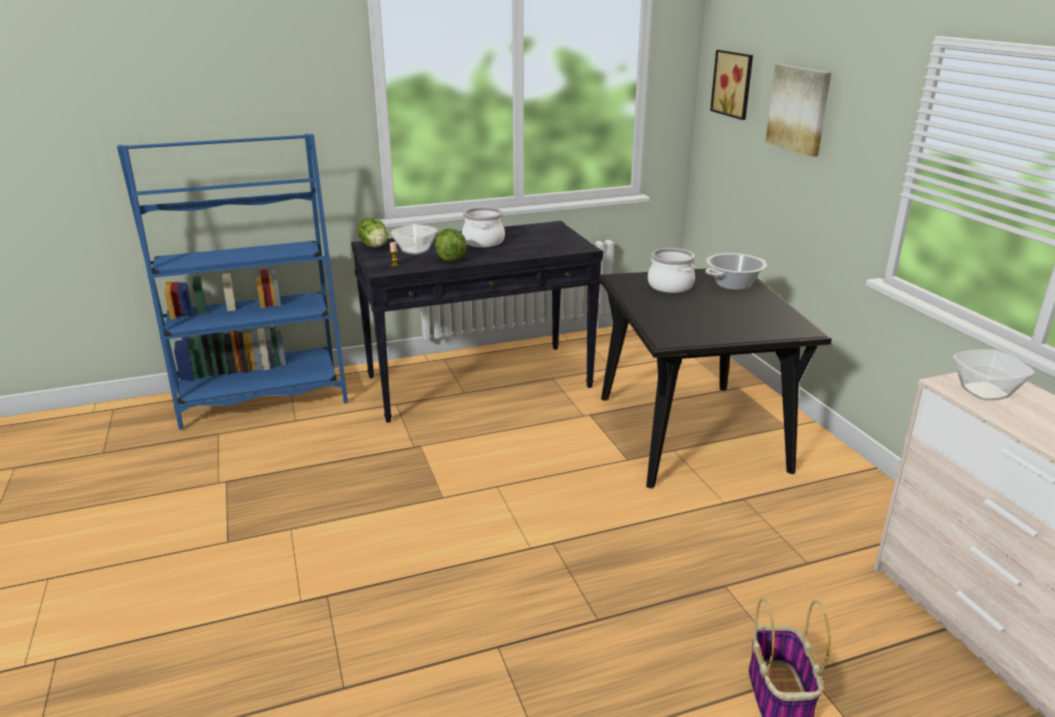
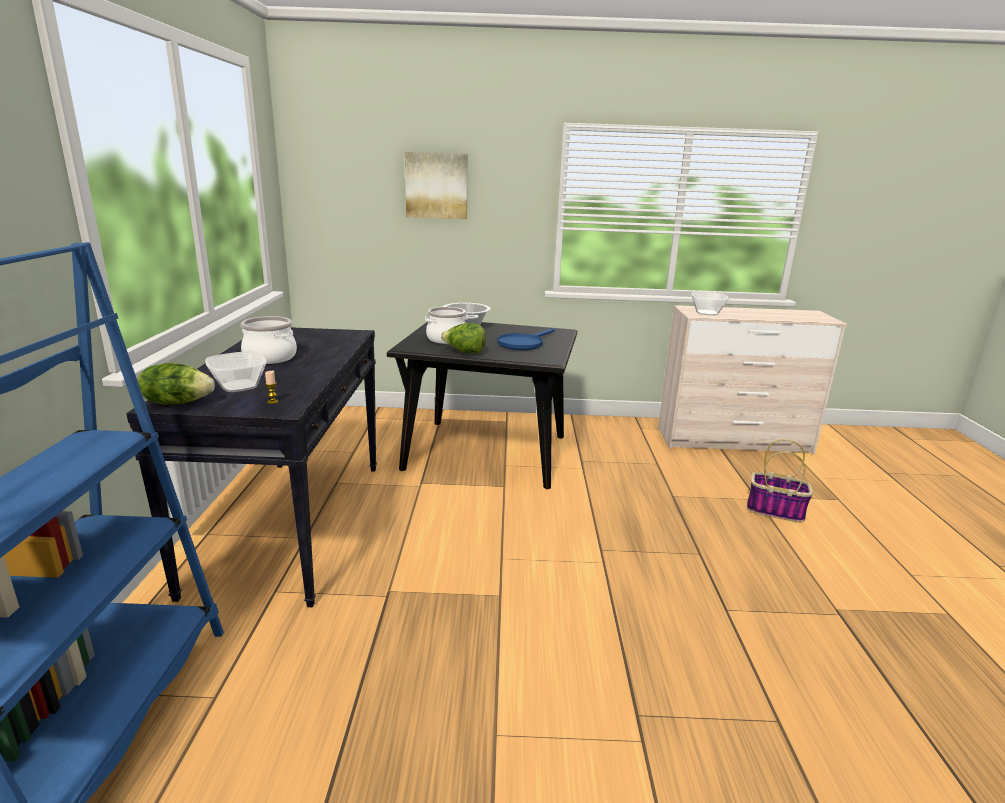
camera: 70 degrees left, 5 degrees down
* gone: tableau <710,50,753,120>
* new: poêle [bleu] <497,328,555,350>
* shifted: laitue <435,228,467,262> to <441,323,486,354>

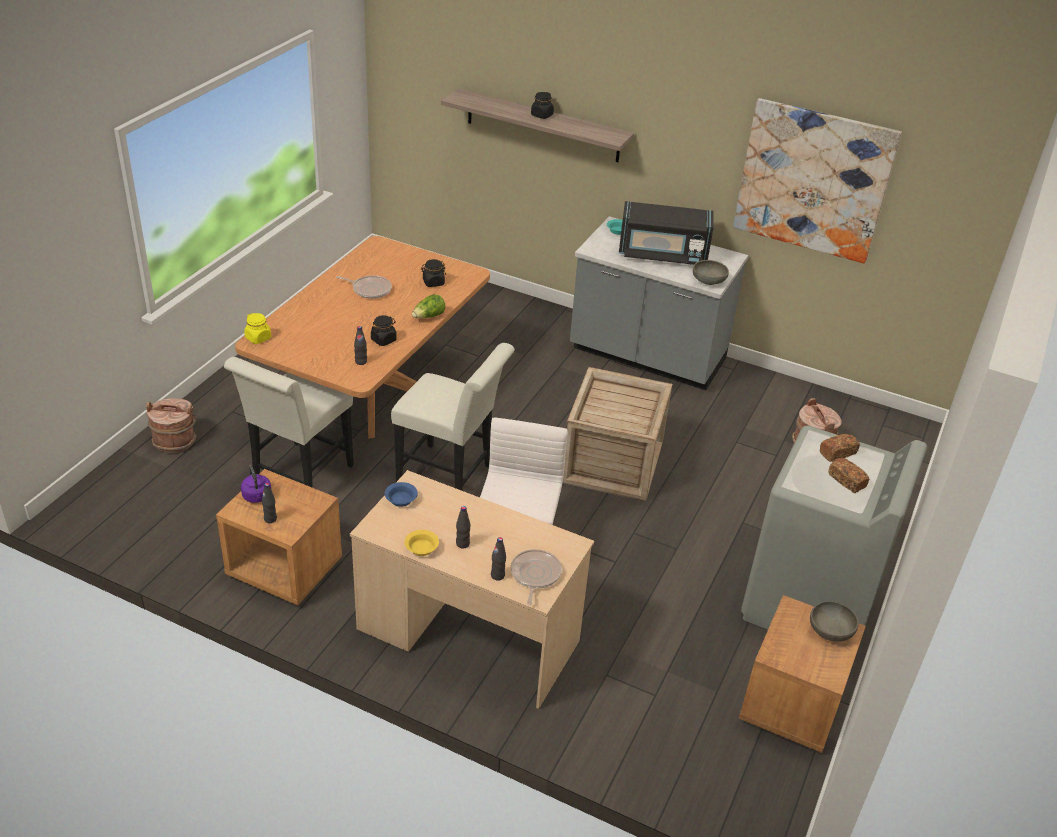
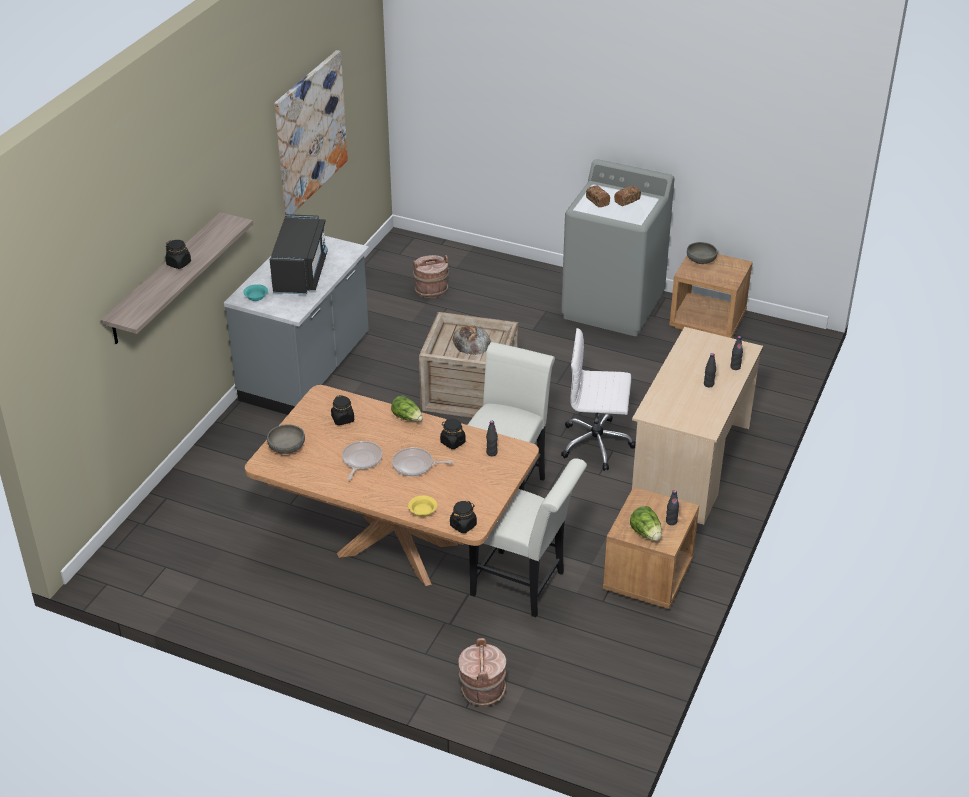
camera: 90 degrees left, 0 degrees up
* gone: bol [bleu] <385,482,418,507>
* new: pain <453,326,491,355>
* shifted: bol [jaune] <404,530,439,556> to <408,496,437,517>
* shifted: poêle <511,549,562,605> to <392,447,454,476>
* shifted: bol [gris] <693,260,729,285> to <267,424,305,454>
* swapped: bouilloire [violet] <241,465,271,503> to laitue <630,506,662,541>
* repainted: bocal [jaune] <244,313,271,344> to bocal [noir] <450,501,477,533>

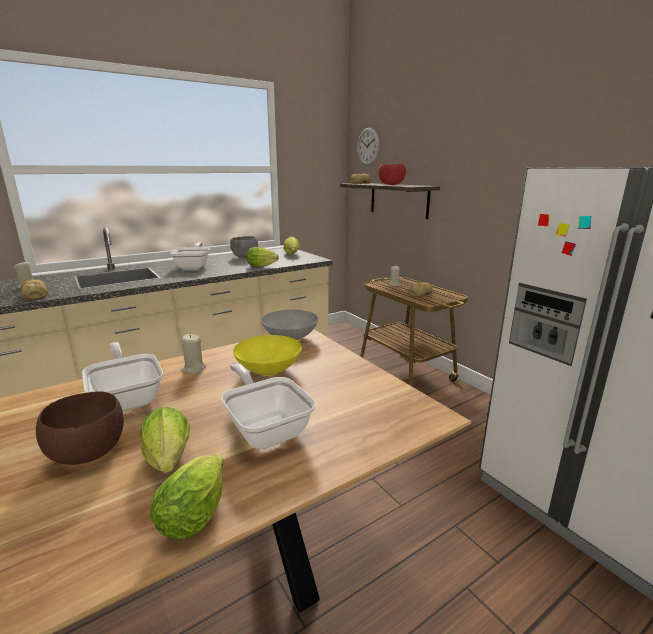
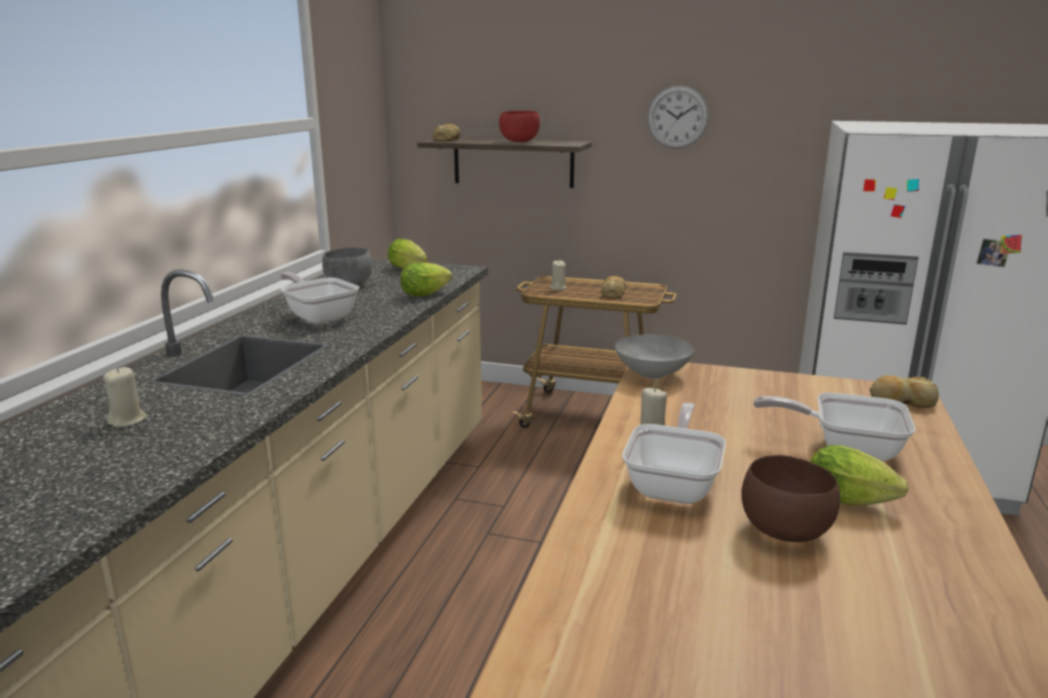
camera: 40 degrees left, 0 degrees up
* gone: laitue <150,454,224,540>
* gone: bol [jaune] <233,335,302,376>
* shifted: pain <20,279,48,300> to <870,375,939,408>
* shifted: horloge murale <357,128,380,166> to <647,86,709,149>
* rotated: poêle <82,342,163,411> = <622,402,726,504> 90 degrees clockwise

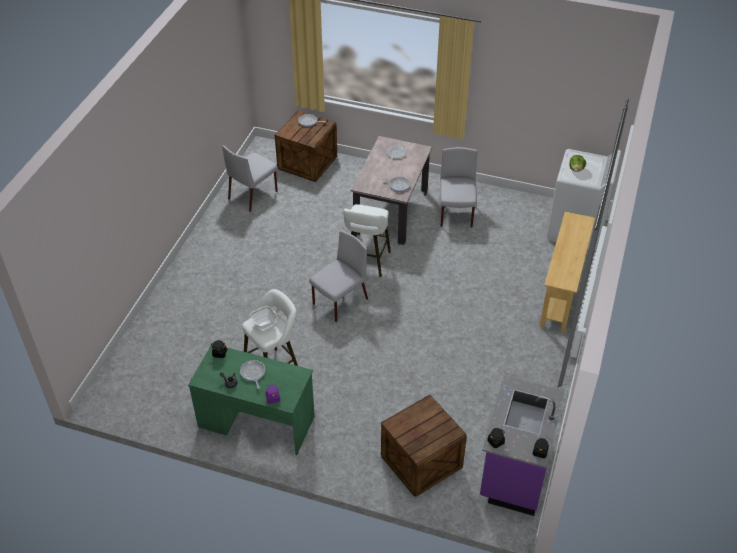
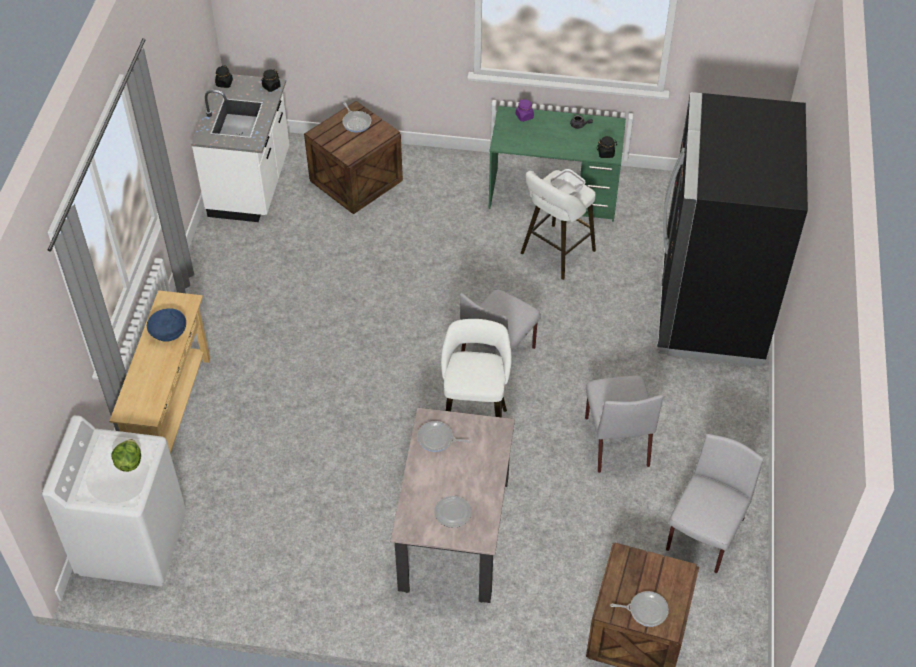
camera: 170 degrees right, 5 degrees up
* new: bol [bleu] <147,308,186,342>
* new: réfrigérateur [noir] <657,92,808,367>
* shifted: poêle <240,360,265,389> to <342,103,371,133>
* shifted: chaise [gris] <440,147,477,228> to <585,376,664,473>
* repainted: comptoir de cuisine [violet] <480,375,565,516> to comptoir de cuisine [blanc] <191,74,290,222>

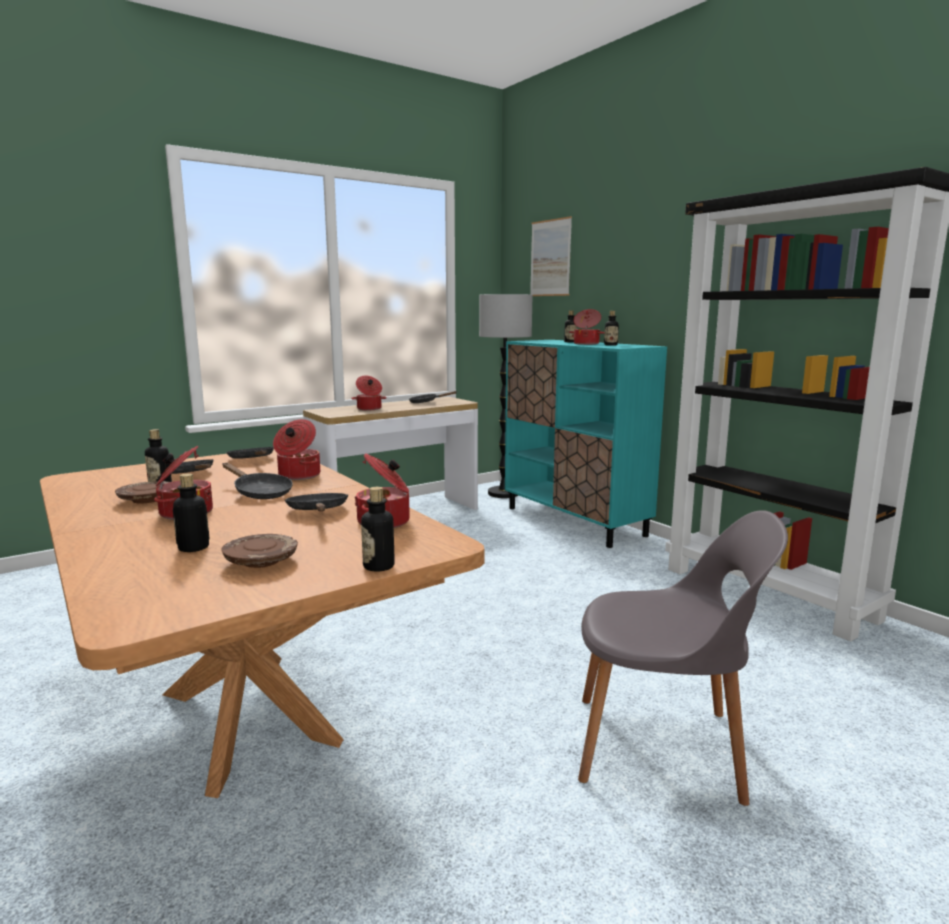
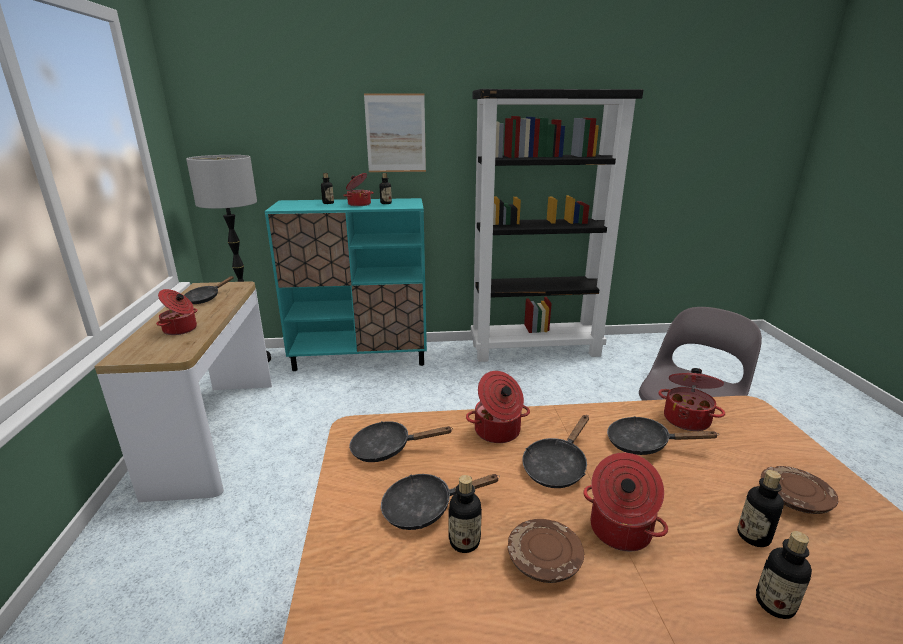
camera: 60 degrees left, 10 degrees up
* shifted: bouteille <361,487,395,572> to <756,531,812,619>
* shifted: tableau <531,216,572,296> to <364,93,426,172>
* rotated: poêle [noir] <223,463,293,499> = <522,415,589,488> 150 degrees clockwise

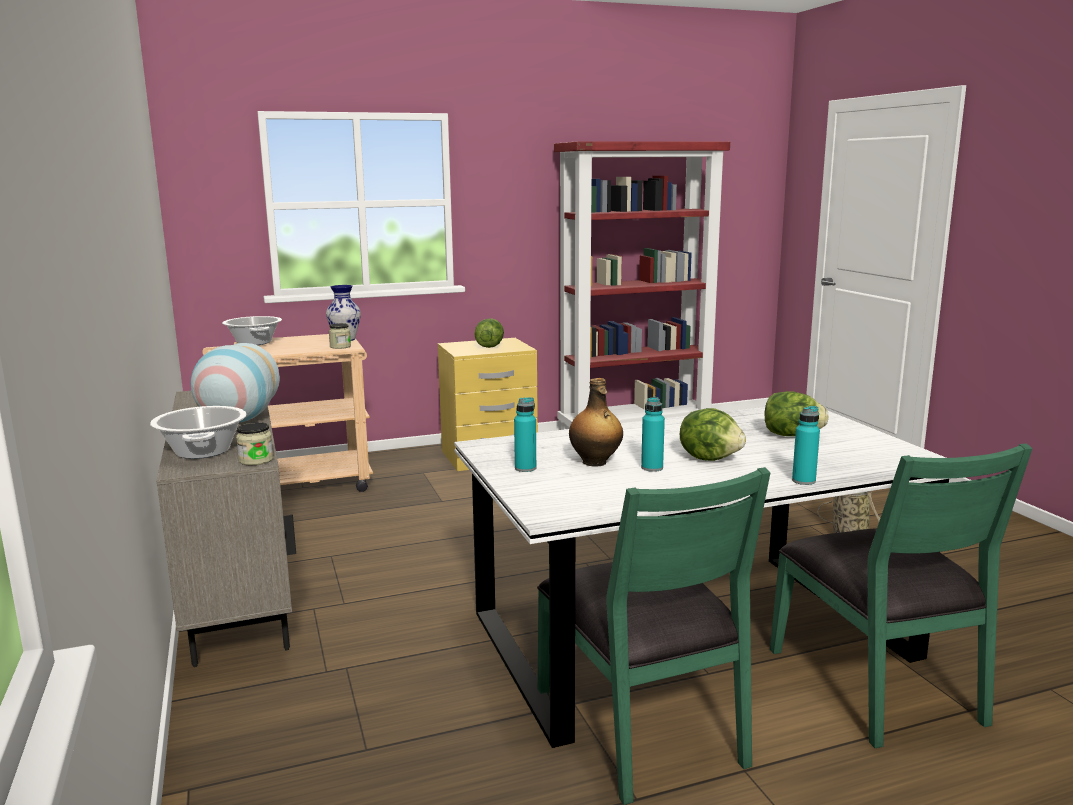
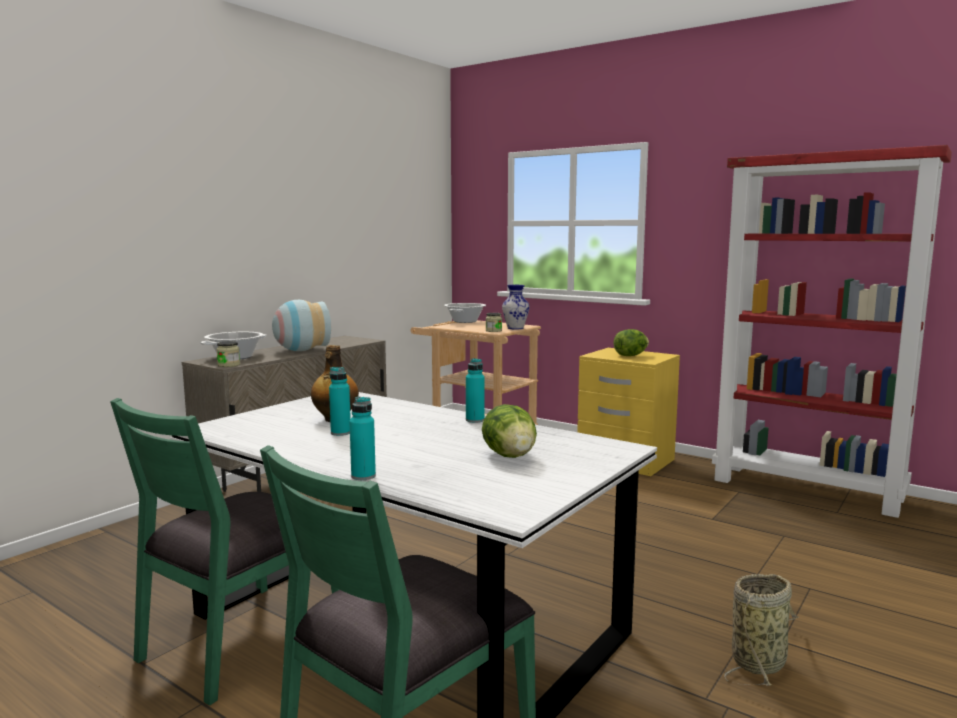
camera: 55 degrees right, 5 degrees down
* gone: laitue <680,408,746,461>
* shifted: bouteille [turquoise] <514,397,536,472> to <466,358,485,423>

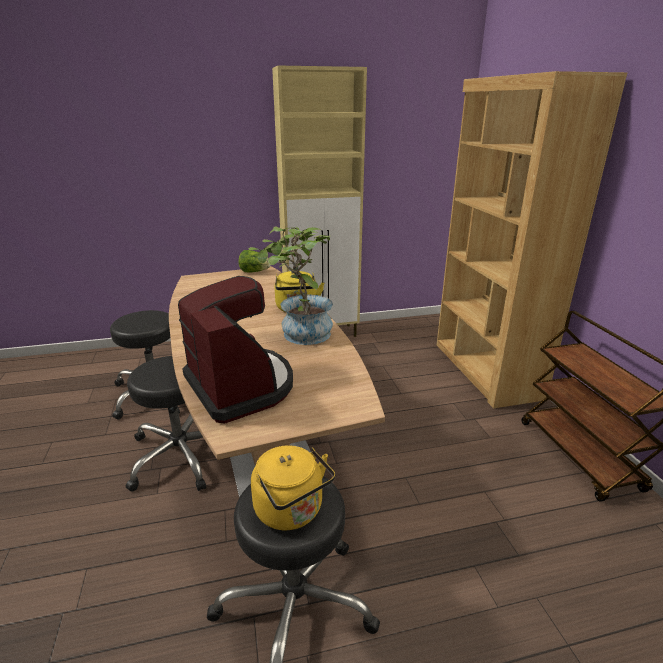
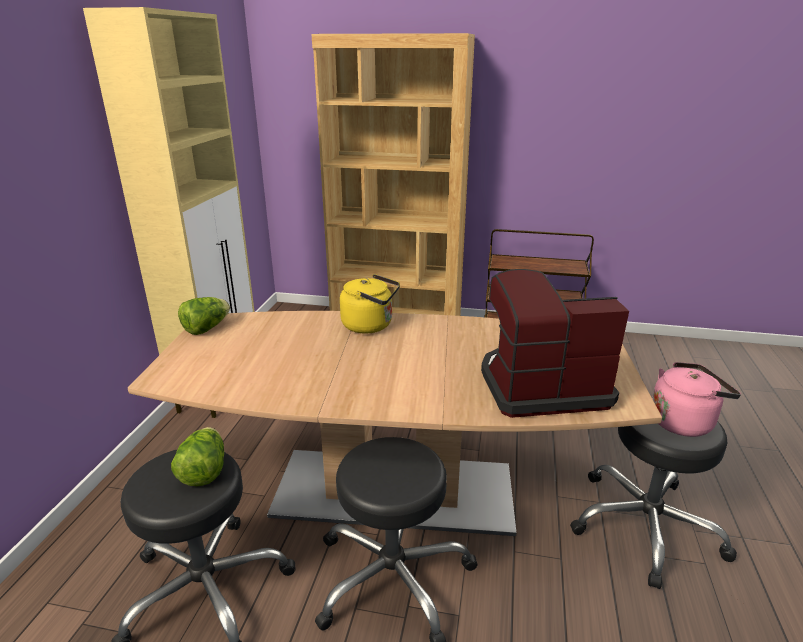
camera: 65 degrees left, 0 degrees up
* gone: plante en pot <249,226,333,345>
* new: laitue <171,427,224,486>
* repainted: bouilloire [jaune] <251,446,335,530> to bouilloire [rose] <652,362,741,437>

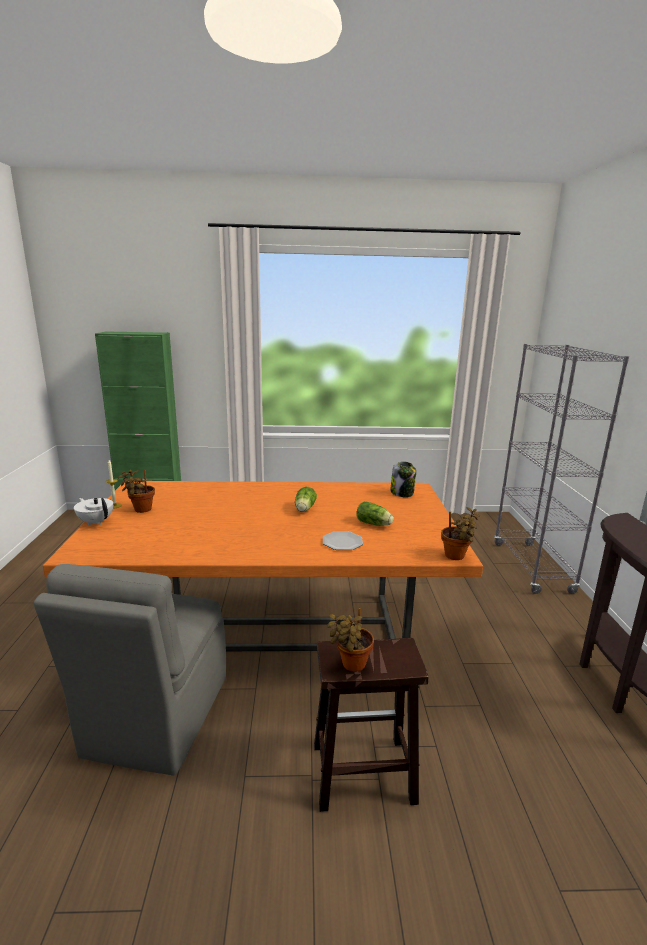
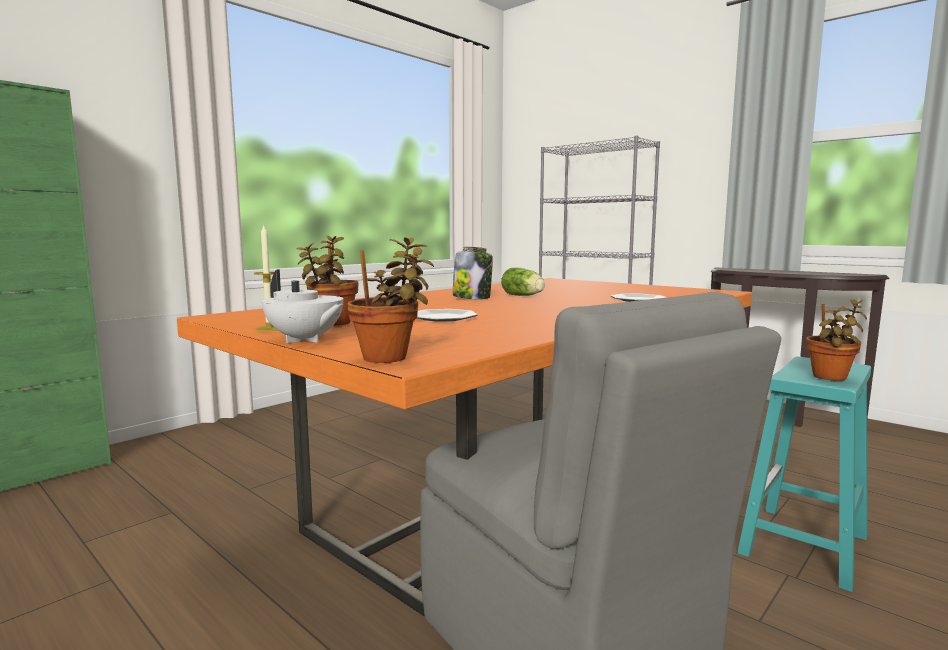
camera: 45 degrees left, 10 degrees down
* gone: laitue <356,501,394,526>
* new: assiette <417,309,478,322>
* shifted: bocal <390,461,416,497> to <452,247,493,299>
* shifted: plante en pot <441,507,480,560> to <348,238,434,363>
* repainted: tabouret [marron] <314,638,429,812> to tabouret [turquoise] <737,357,871,592>
* rotated: théière [blanc] <74,498,113,525> = <262,269,343,343> 135 degrees counterclockwise

